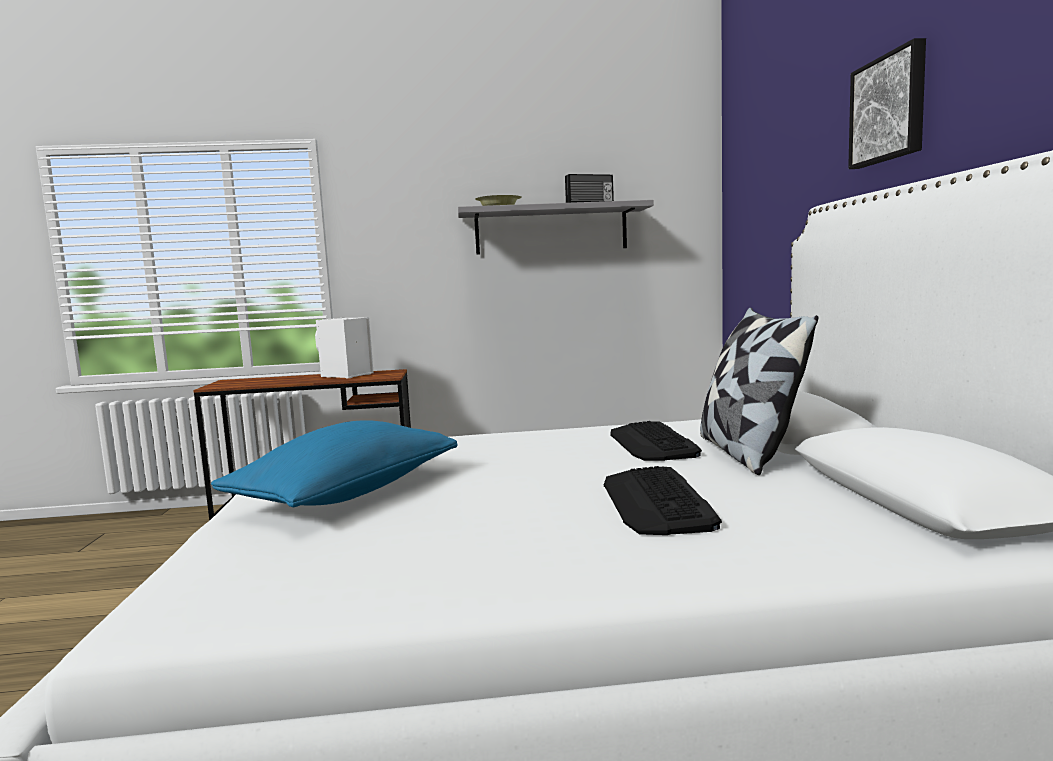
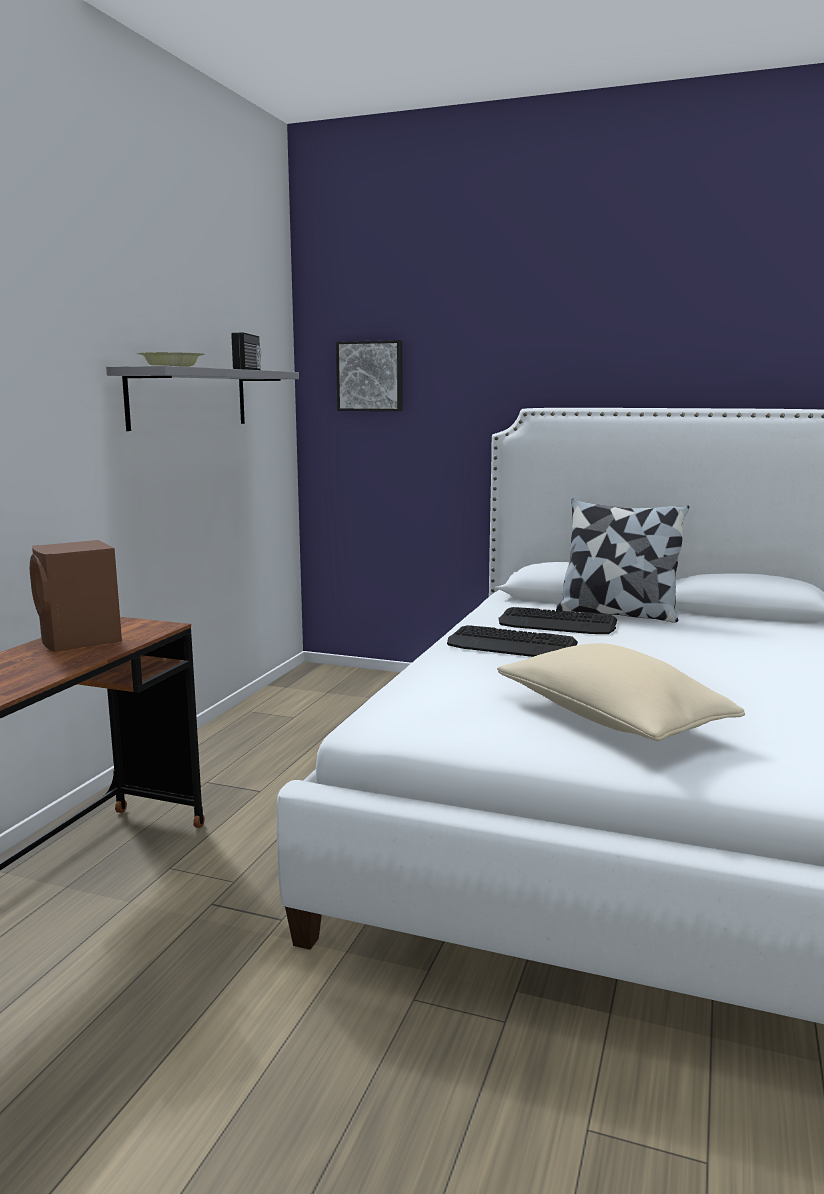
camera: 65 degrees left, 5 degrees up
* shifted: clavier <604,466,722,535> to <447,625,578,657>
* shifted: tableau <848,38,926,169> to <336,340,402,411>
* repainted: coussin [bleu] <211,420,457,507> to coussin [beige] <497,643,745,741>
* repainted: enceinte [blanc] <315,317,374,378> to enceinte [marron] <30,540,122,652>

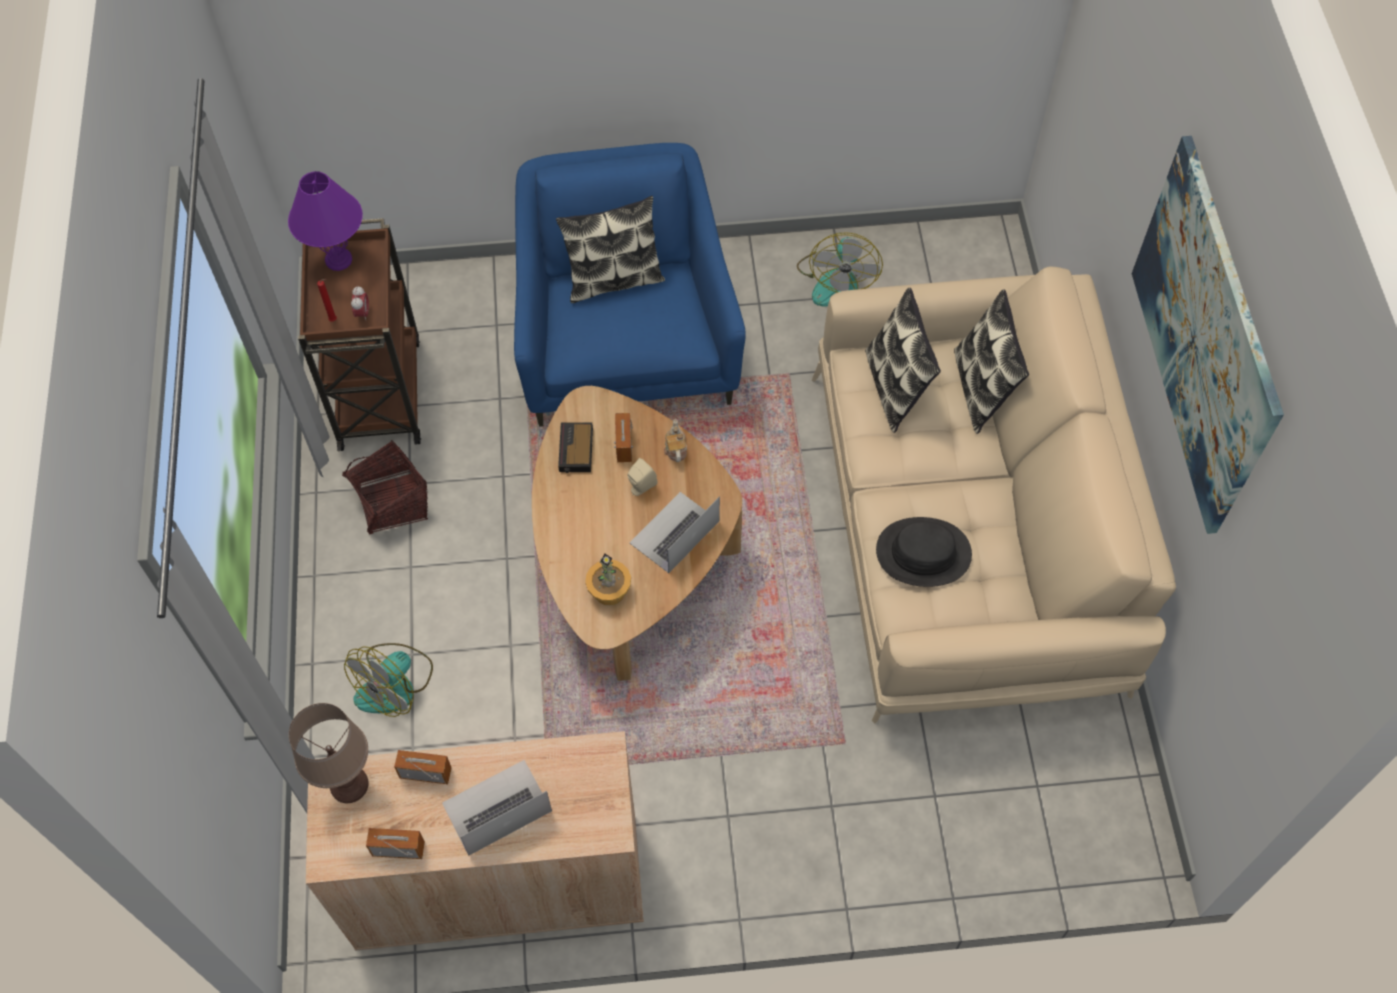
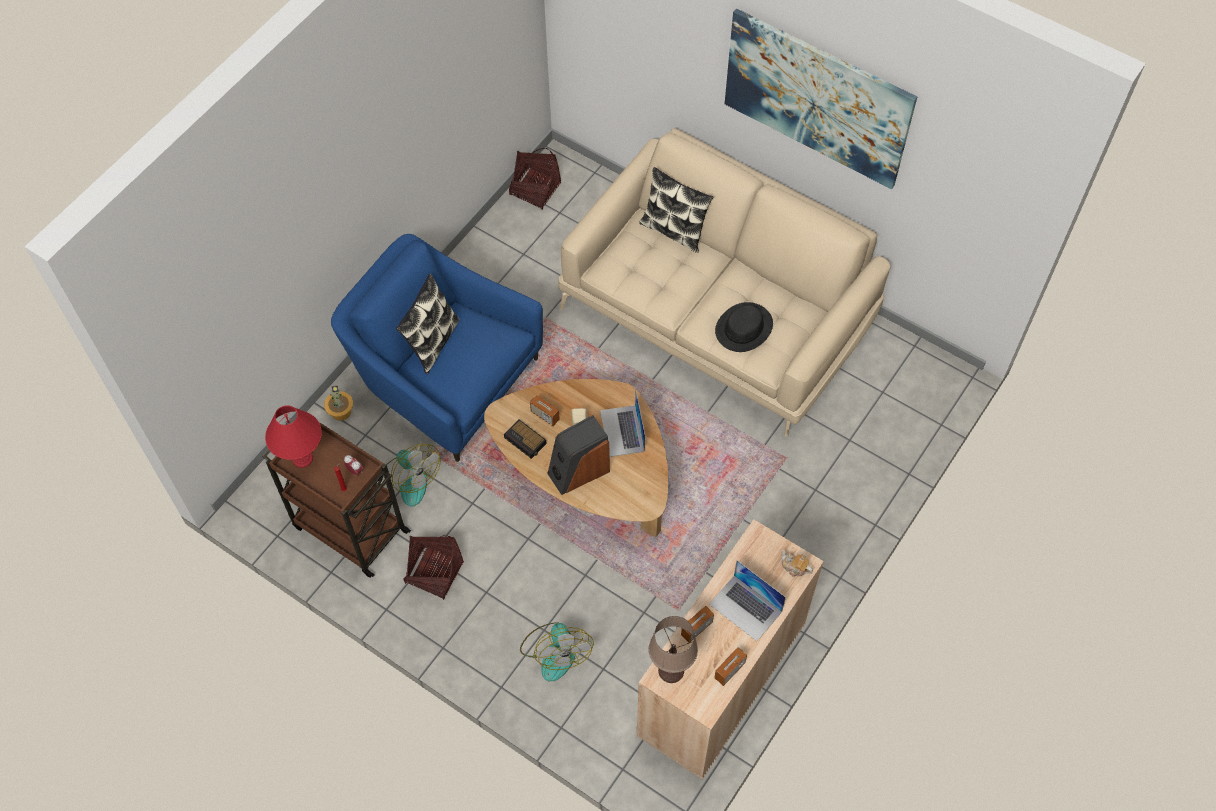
camera: 50 degrees left, 0 degrees up
* gone: coussin <865,288,941,433>
* new: panier <509,148,561,210>
* new: enceinte <547,415,610,495>
* shifted: plante en pot <585,553,631,605> to <324,385,353,421>
* shifted: théière <664,419,687,462> to <781,550,813,577>
* shifted: ventilateur <797,232,883,307> to <386,444,440,507>
* repainted: lampe de table [violet] <288,171,363,271> to lampe de table [rouge] <265,405,322,468>
* rotated: ordinateur portable <442,760,552,856> = <709,560,786,641> 60 degrees counterclockwise

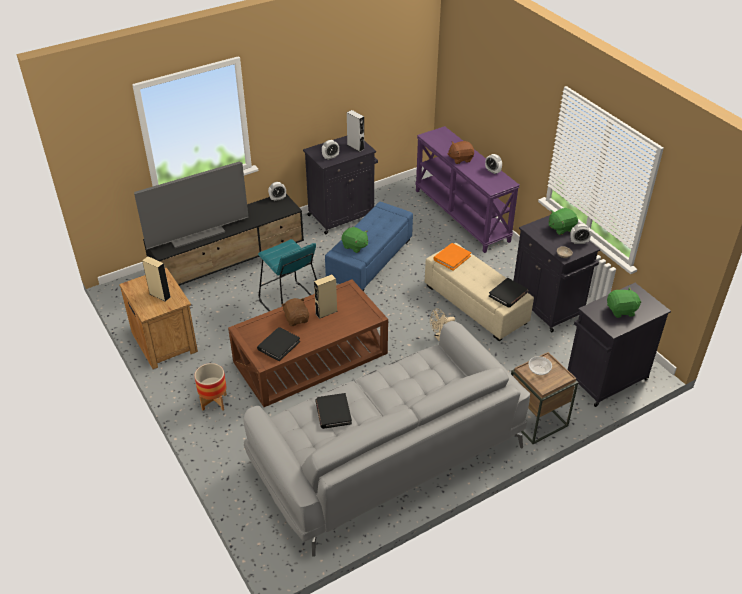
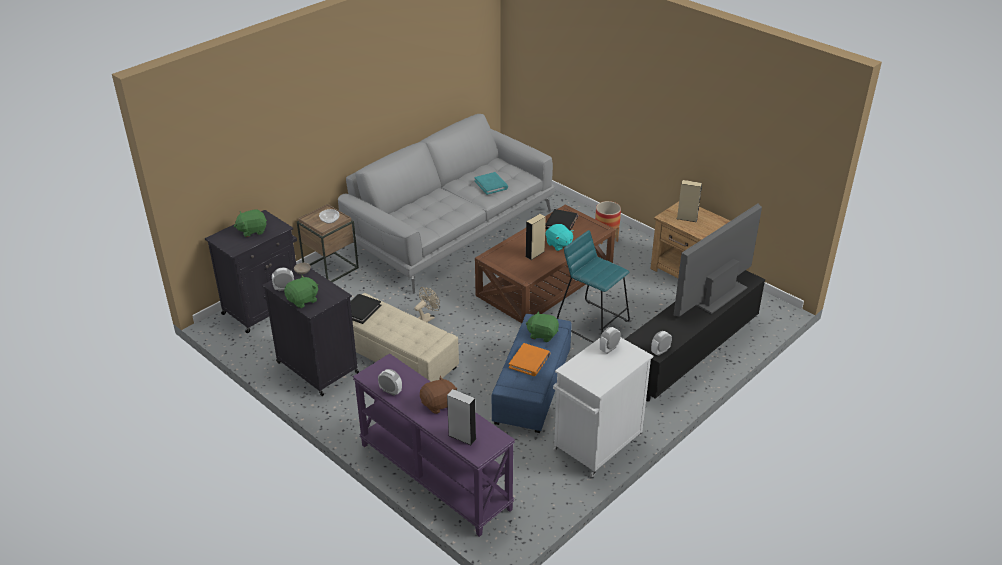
camera: 165 degrees right, 5 degrees down
* shifted: enceinte [gris] <347,110,364,152> to <447,389,476,445>
* shifted: livre [orange] <433,243,471,271> to <509,343,551,376>
* repainted: peluche [marron] <281,298,309,326> to peluche [turquoise] <546,224,574,251>
* repainted: meuble de rangement [noir] <303,136,378,234> to meuble de rangement [blanc] <553,338,653,477>
* repainted: livre [noir] <315,393,352,429> to livre [turquoise] <474,172,508,195>

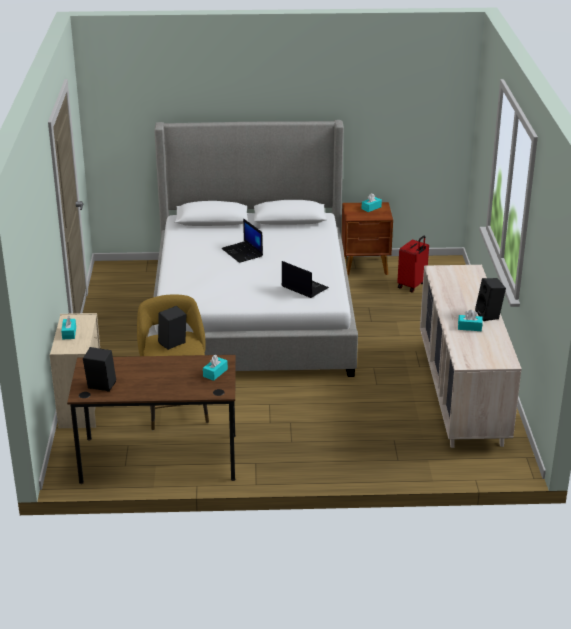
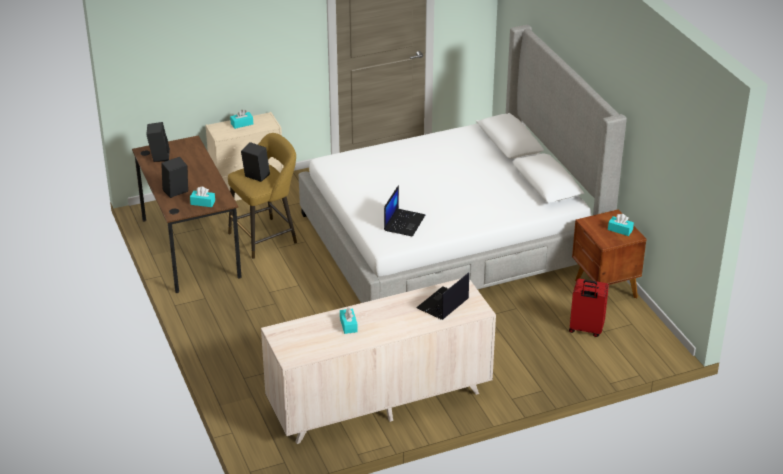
camera: 70 degrees right, 5 degrees up
* shifted: ordinateur portable <221,218,263,263> to <416,273,469,320>
* shifted: enceinte [noir] <475,278,506,321> to <161,157,188,198>

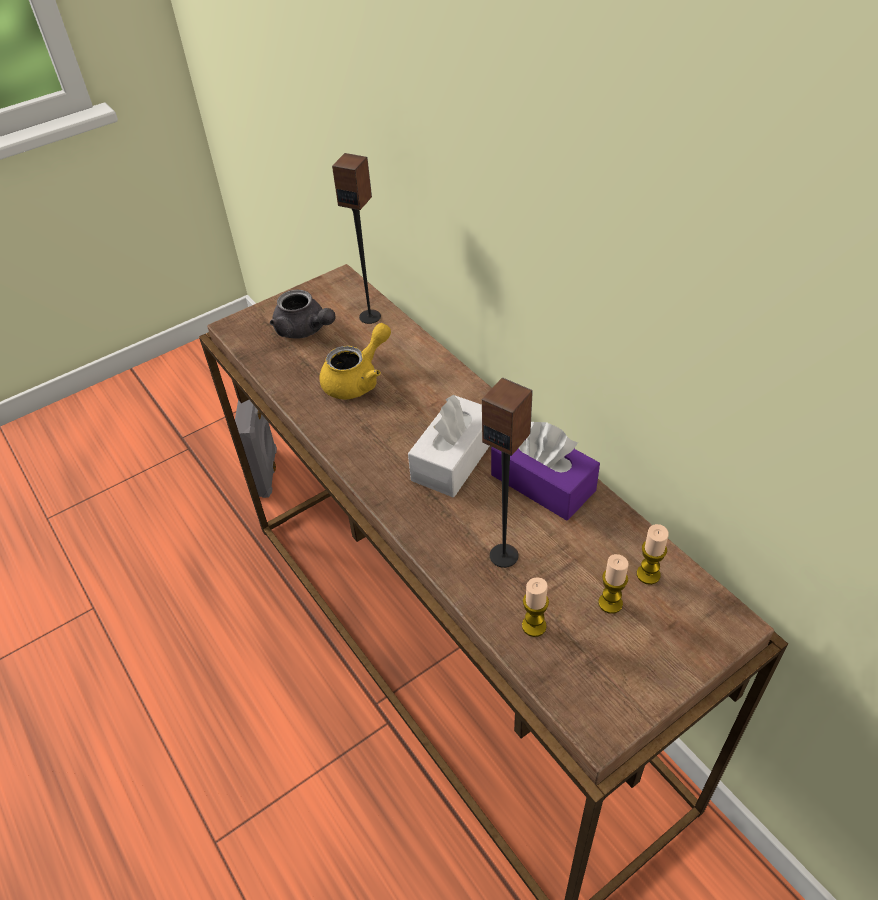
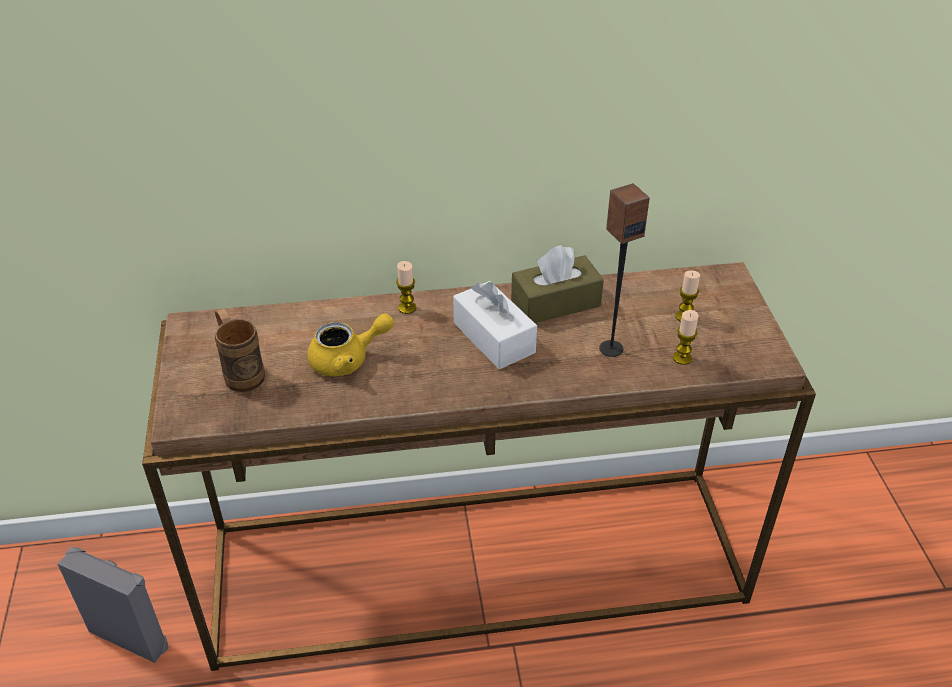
camera: 65 degrees left, 5 degrees down
* gone: enceinte <332,153,381,324>
* shifted: bougie <637,524,669,585> to <396,261,416,314>
* swapped: théière [gris] <270,290,336,339> to mug [marron] <215,308,265,392>
* repainted: boîte à mouchoirs [violet] <491,422,600,520> to boîte à mouchoirs [marron] <511,245,604,323>
* rotated: théière [jaune] <319,323,391,399> = <307,313,394,377> 90 degrees clockwise

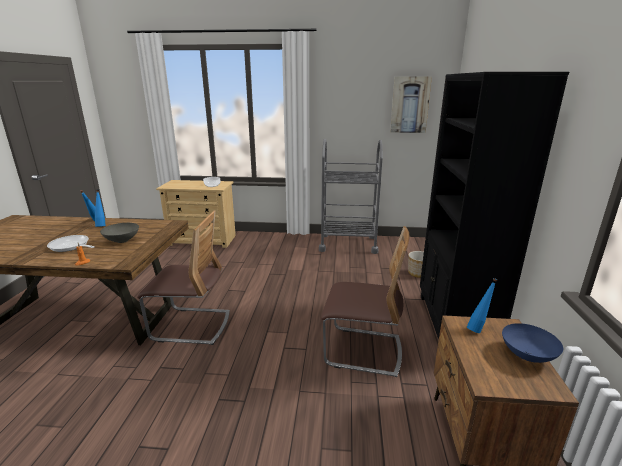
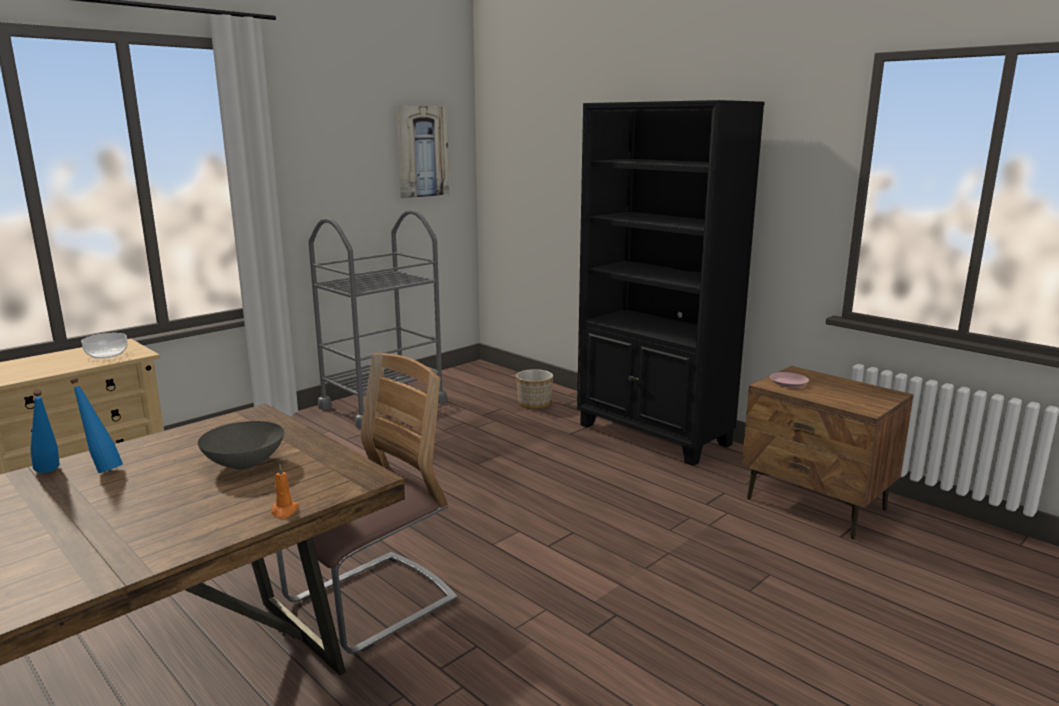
camera: 50 degrees left, 5 degrees down
* gone: poêle <47,235,95,252>
* gone: chaise <321,226,409,377>
* gone: bol [bleu] <502,323,563,363>
* swapped: bouteille [bleu] <467,278,497,333> to assiette [rose] <770,372,809,387>

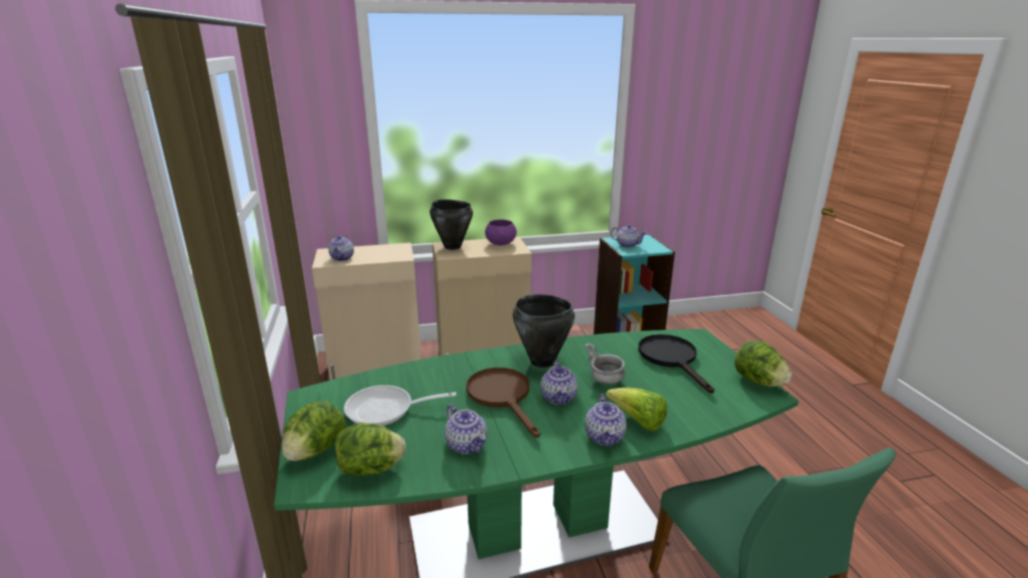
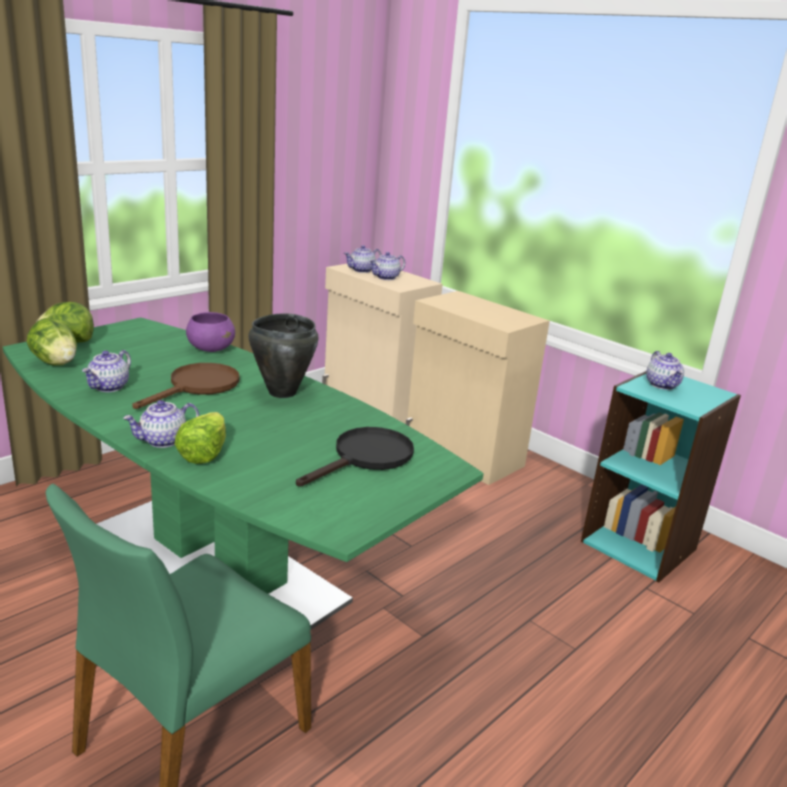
camera: 55 degrees right, 0 degrees up
* gone: poêle <344,385,456,426>
* gone: marmite [noir] <430,199,473,250>
* gone: bol [gris] <585,343,625,385>
* gone: laitue <734,340,792,387>
* shifted: bol [violet] <485,219,517,245> to <186,312,235,352>
* shifted: théière <541,360,578,405> to <369,252,405,280>

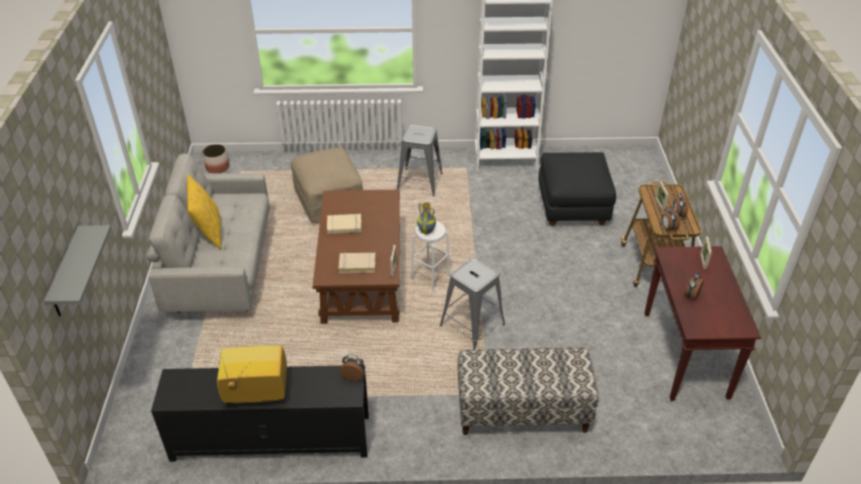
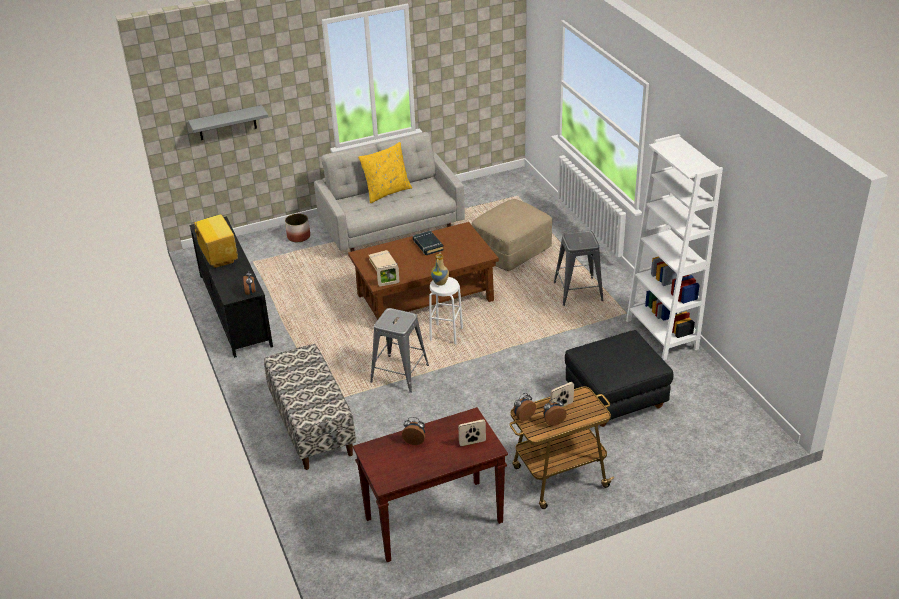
camera: 70 degrees right, 5 degrees down
* shifted: cache-pot <202,144,229,174> to <285,213,310,242>
* repainted: livre [beige] <327,214,362,234> to livre [noir] <413,231,444,255>

